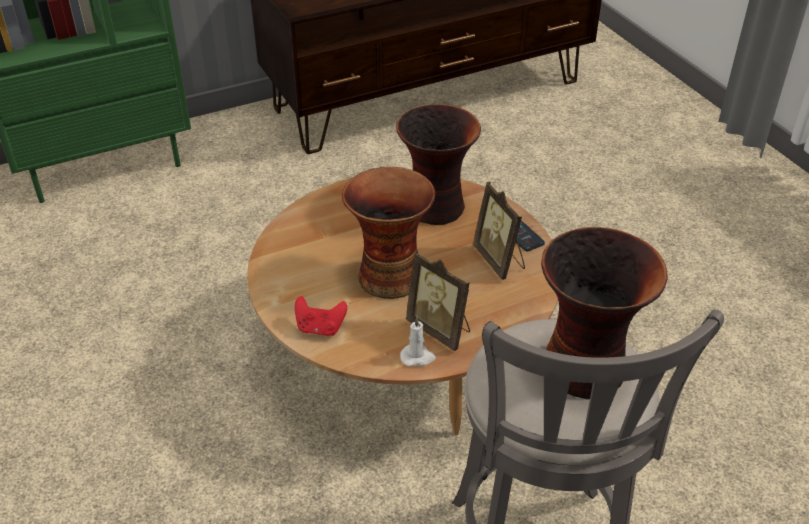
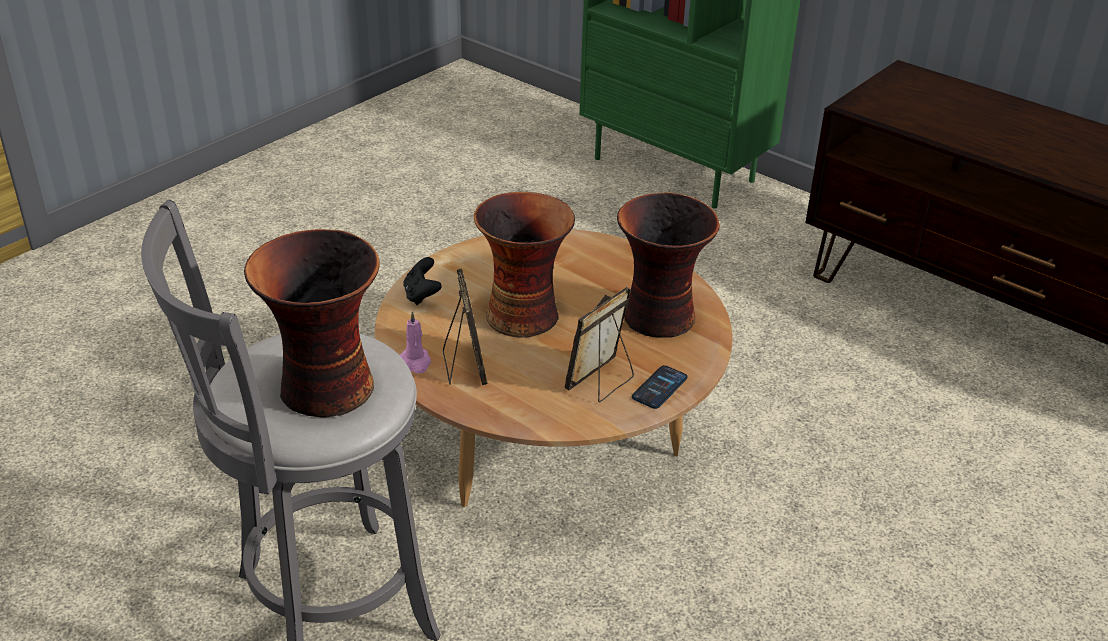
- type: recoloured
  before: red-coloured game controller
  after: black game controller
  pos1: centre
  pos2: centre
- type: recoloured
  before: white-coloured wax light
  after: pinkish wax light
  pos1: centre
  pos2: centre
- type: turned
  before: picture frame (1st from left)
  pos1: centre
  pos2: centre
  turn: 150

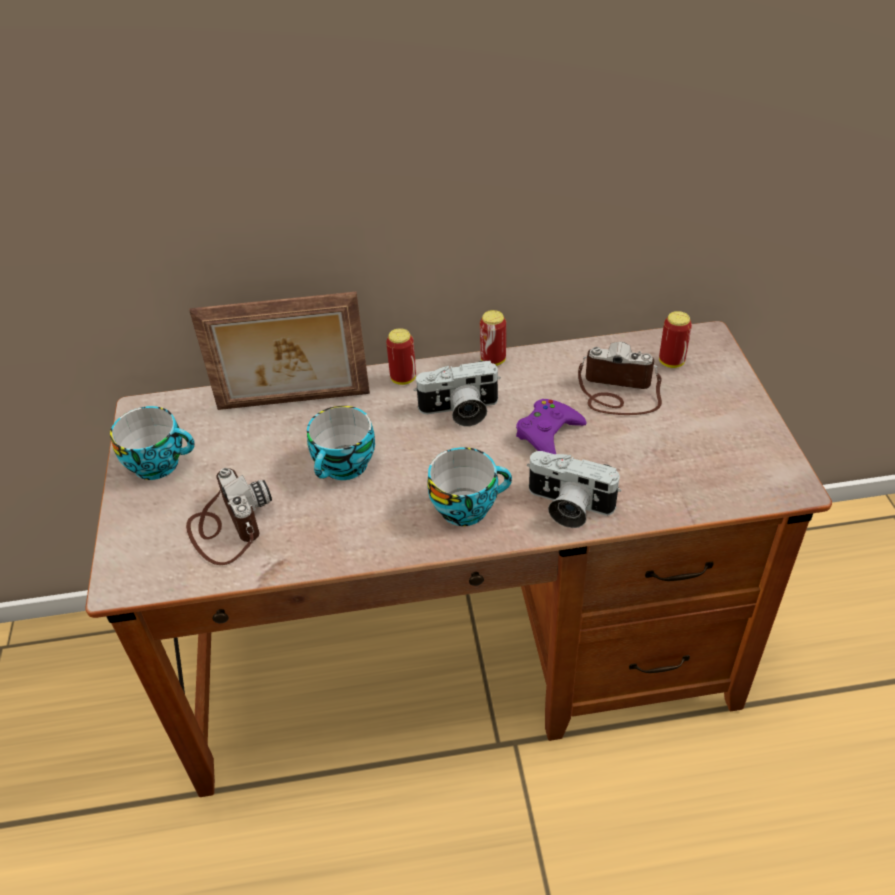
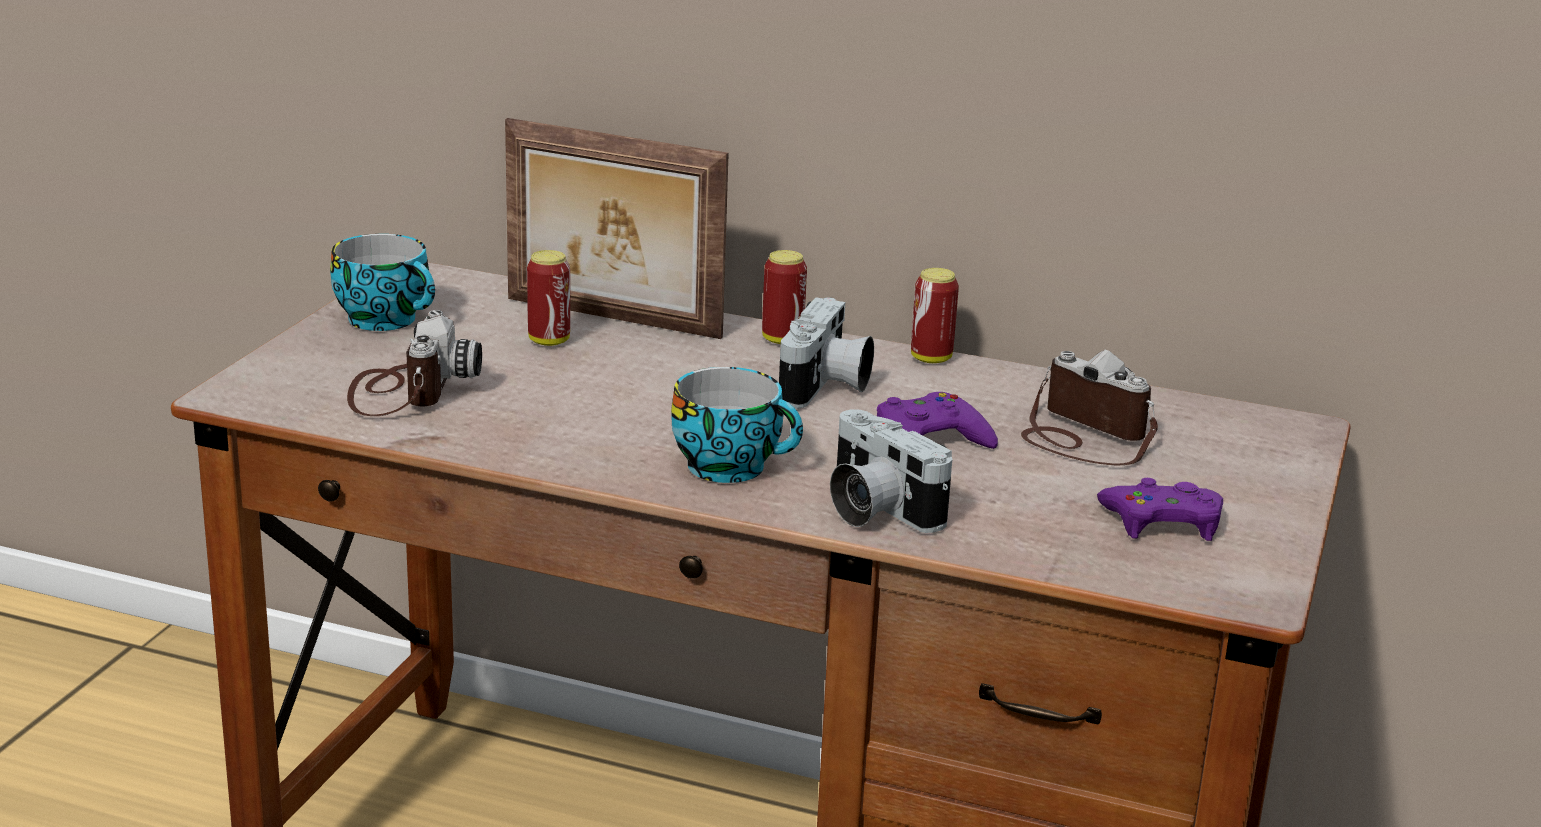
- type: removed
  before: small cup (2nd from left)
  pos1: centre
- type: turned
  before: still camera (2nd from left)
  pos1: centre
  pos2: centre
  turn: -90
- type: moved
  before: sealed can (3rd from left in the first image)
  after: sealed can (1st from left)
  pos1: middle right
  pos2: centre
- type: added
  after: purplish game controller (2nd from left)
  pos2: middle right

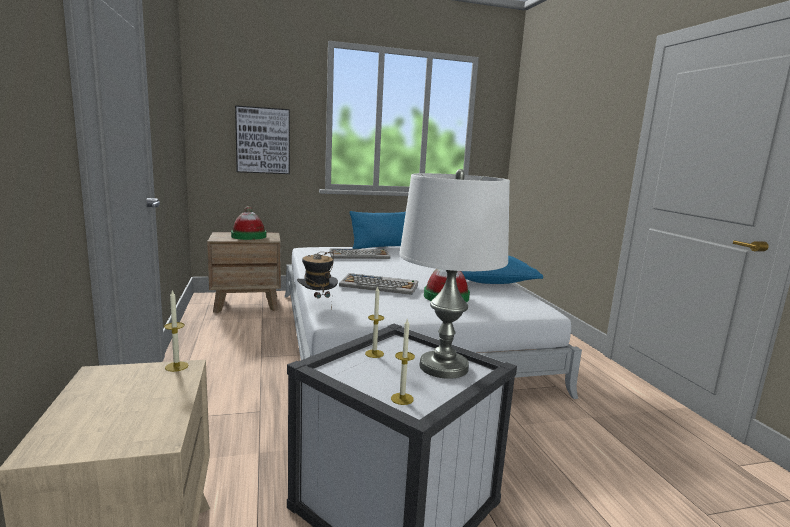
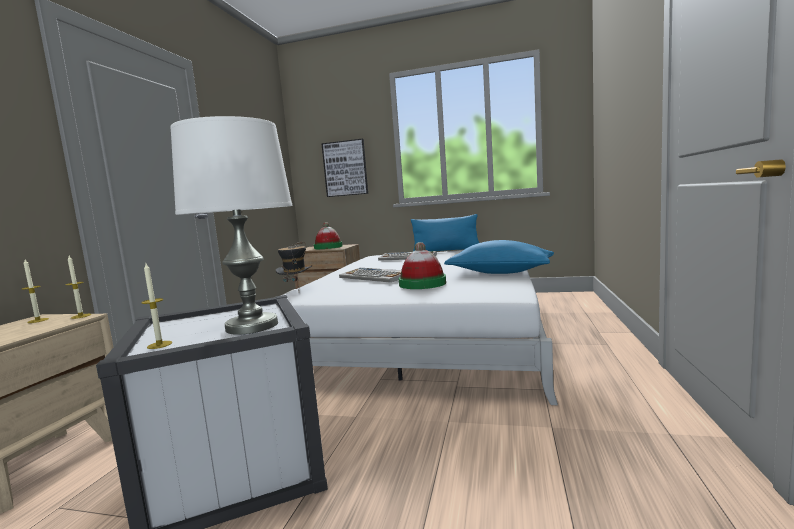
- type: moved
  before: wax light (2nd from left in the first image)
  after: wax light (1st from left)
  pos1: centre
  pos2: middle left

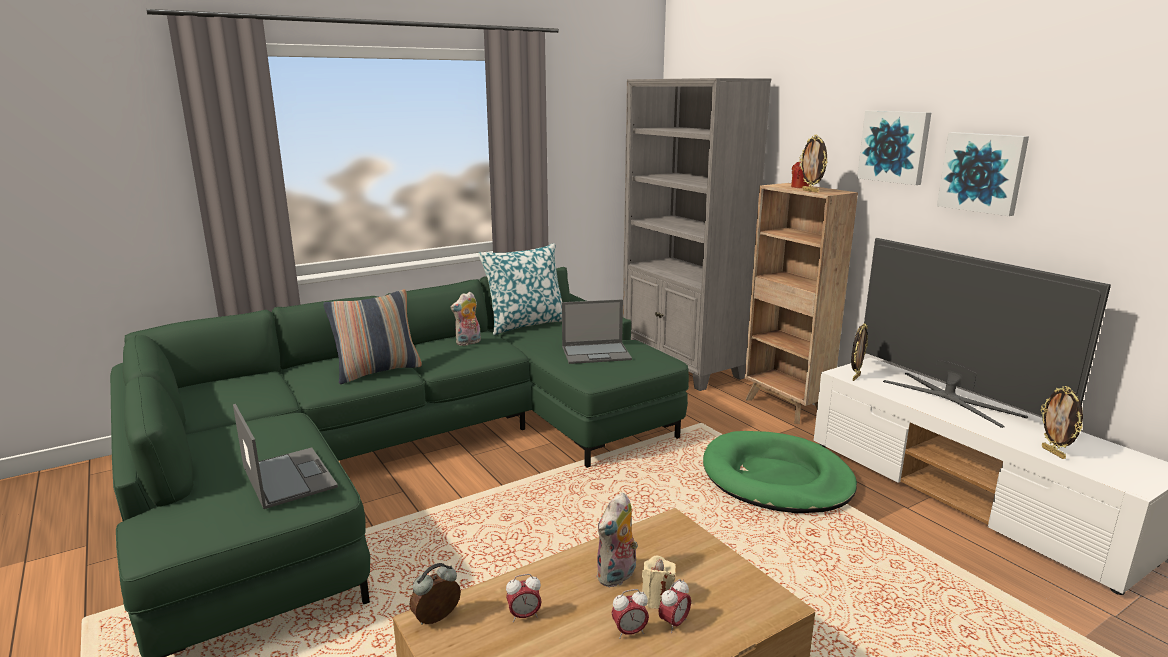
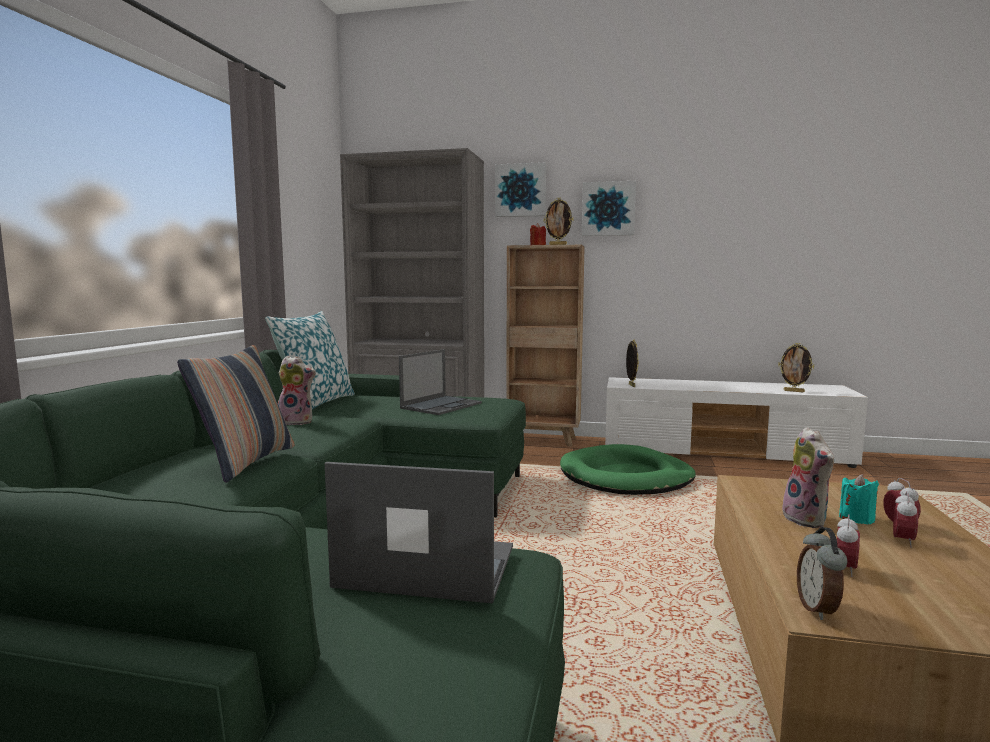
- type: turned
  before: plush toy (1st from left)
  pos1: centre
  pos2: middle left
  turn: -90
- type: recoloured
  before: sand-coloured wax light
  after: turquoise-coloured wax light
  pos1: bottom centre
  pos2: bottom right
- type: removed
  before: TV set
  pos1: middle right
- type: moved
  before: picture (2nd from left in the first image)
  after: picture (1st from left)
  pos1: top right
  pos2: top centre

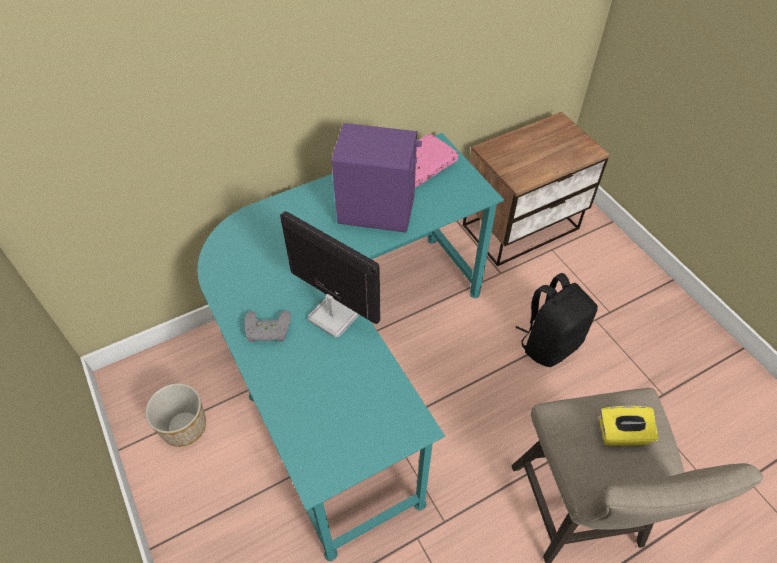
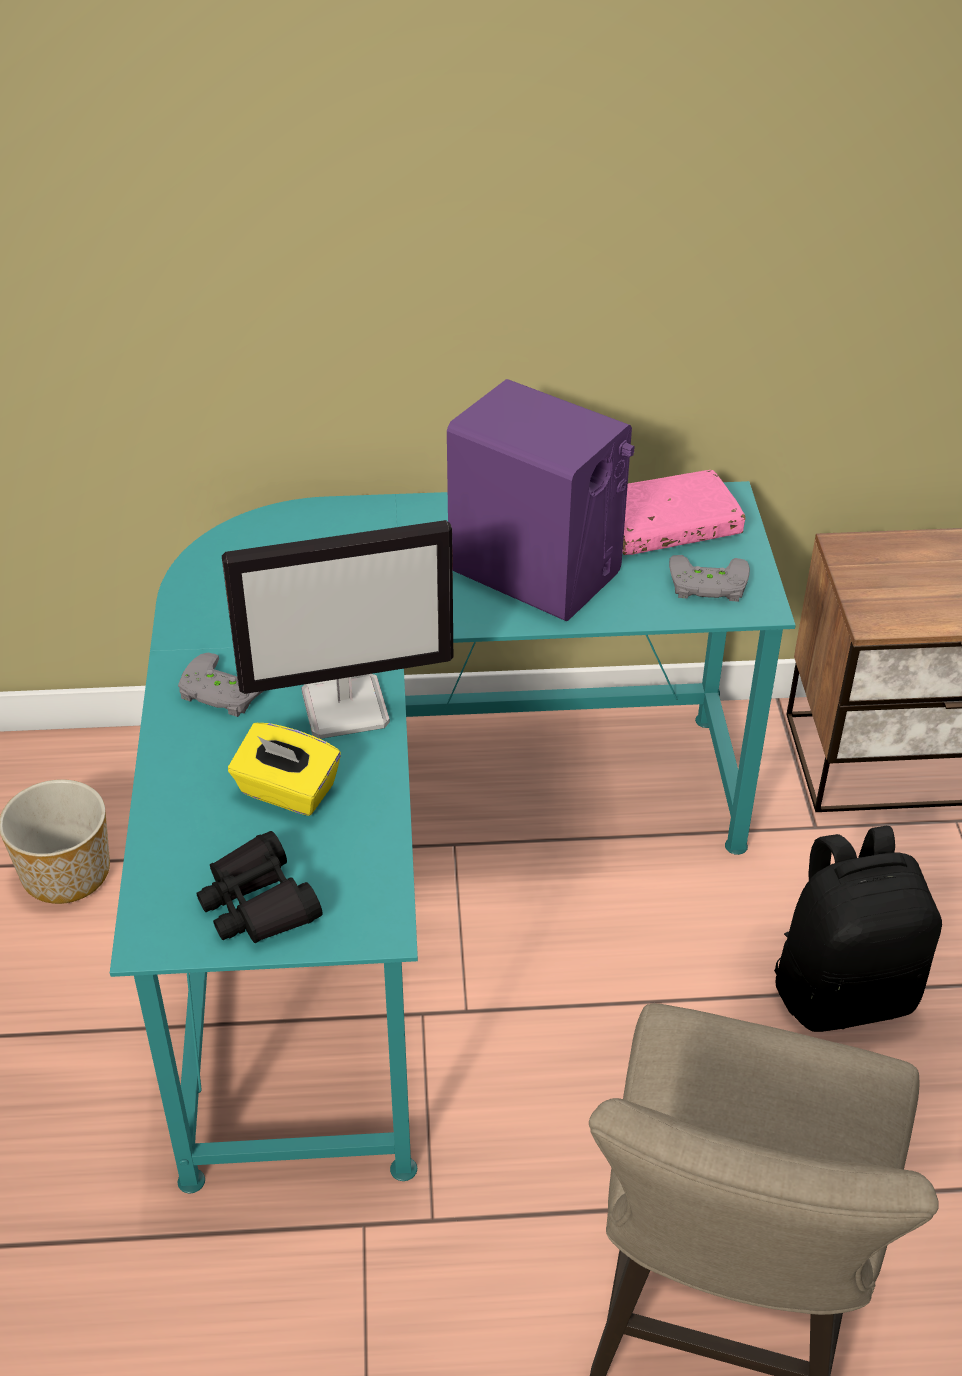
- type: turned
  before: monitor
  pos1: centre
  pos2: centre
  turn: 105
- type: moved
  before: yellowish tissue box
  pos1: bottom right
  pos2: middle left
- type: added
  after: black field glasses
  pos2: middle left
- type: added
  after: gray game controller (2nd from left)
  pos2: middle right

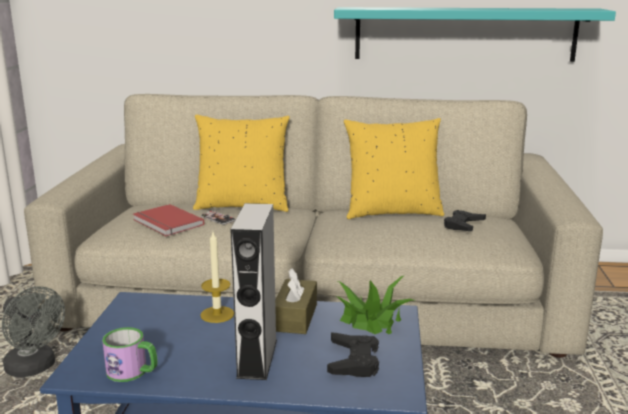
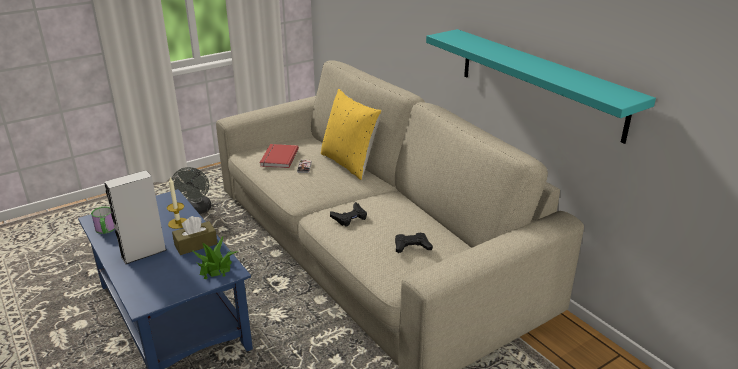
- type: moved
  before: black game controller (1st from left)
  pos1: bottom centre
  pos2: centre
- type: removed
  before: yellowish cushion (2nd from left)
  pos1: centre

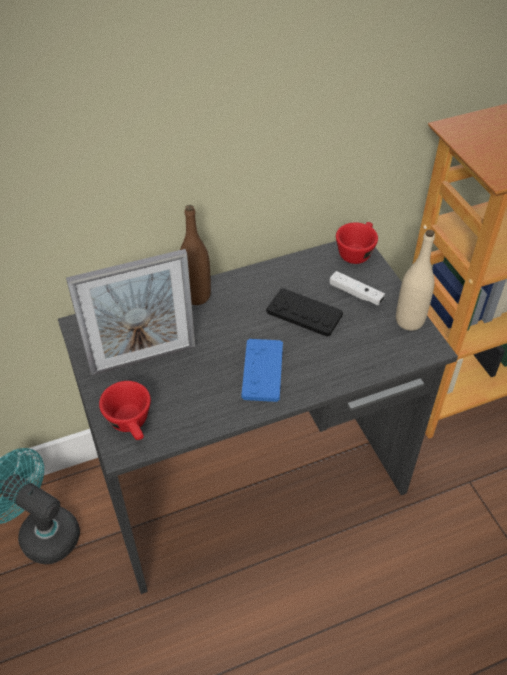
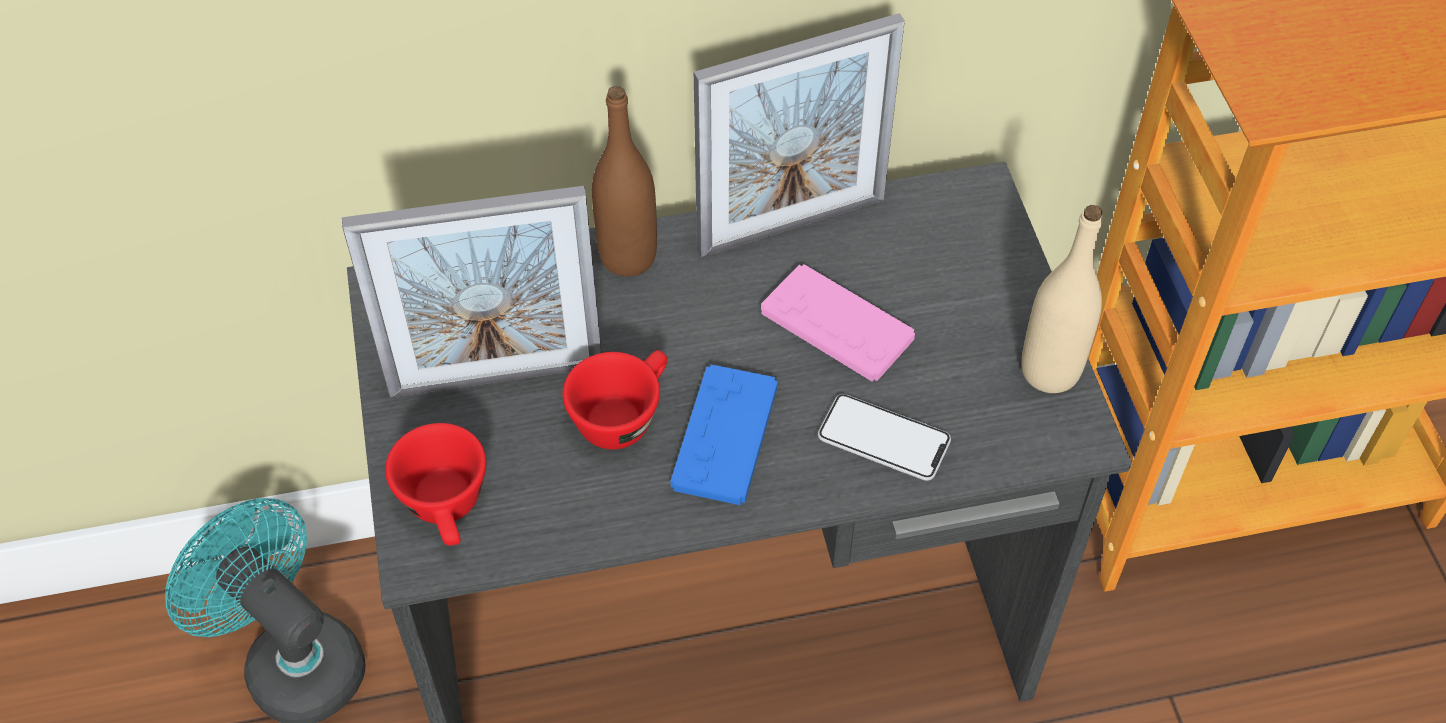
- type: recoloured
  before: black game controller
  after: pinkish game controller
  pos1: centre
  pos2: centre
- type: removed
  before: white-coloured game controller
  pos1: middle right
- type: moved
  before: red-coloured small cup (2nd from left)
  pos1: middle right
  pos2: centre
- type: added
  after: picture frame (2nd from left)
  pos2: top centre
- type: added
  after: telephone
  pos2: centre

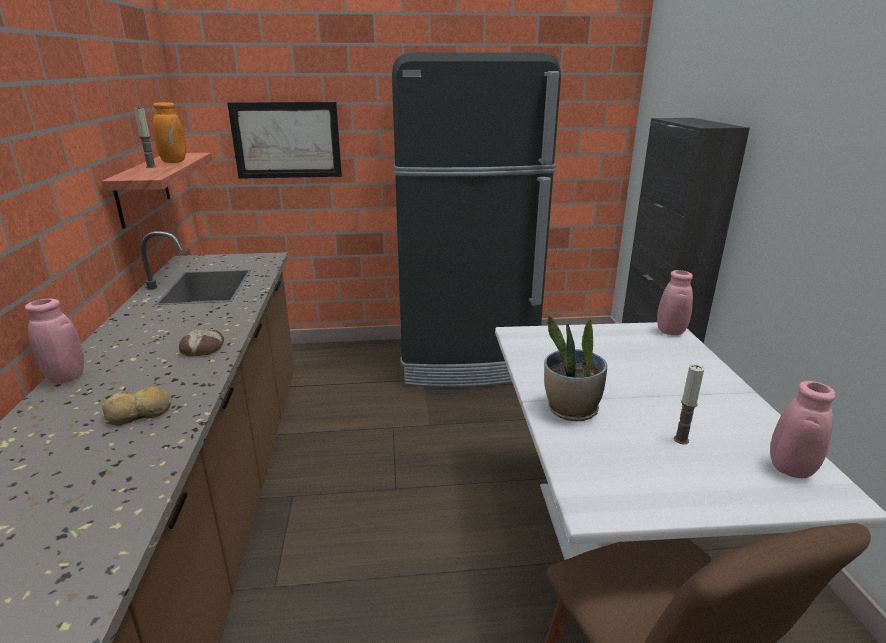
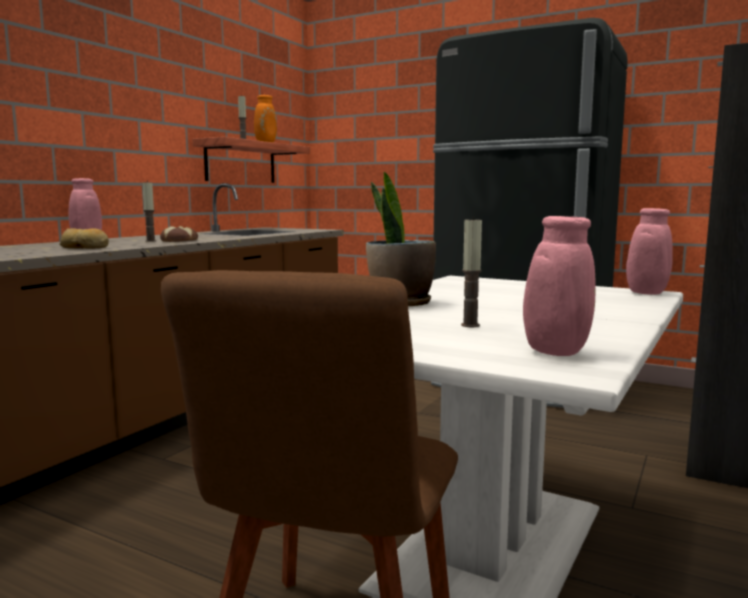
- type: removed
  before: picture
  pos1: top left
- type: added
  after: wax light (1st from left)
  pos2: middle left

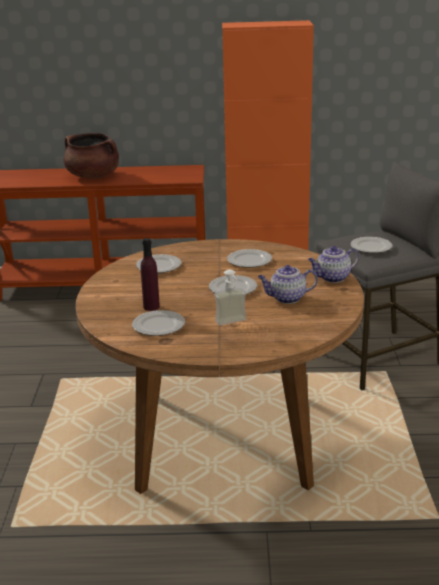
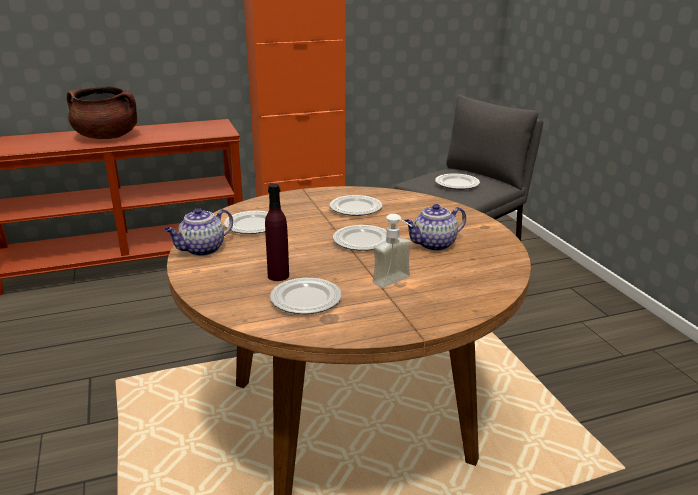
- type: moved
  before: teapot (2nd from left in the first image)
  after: teapot (1st from left)
  pos1: middle right
  pos2: middle left

